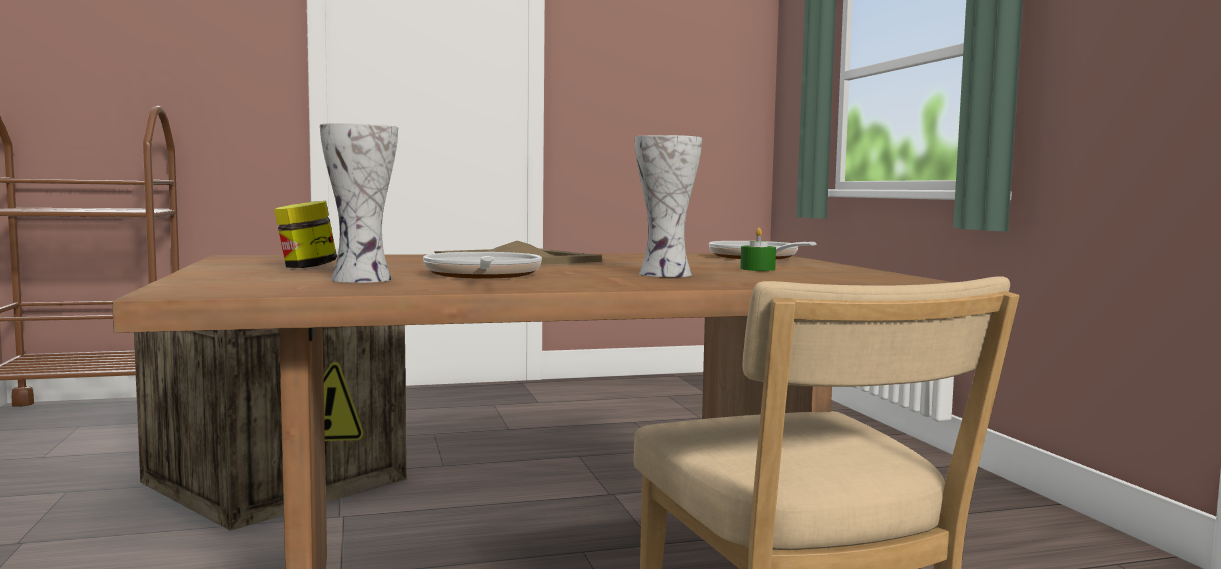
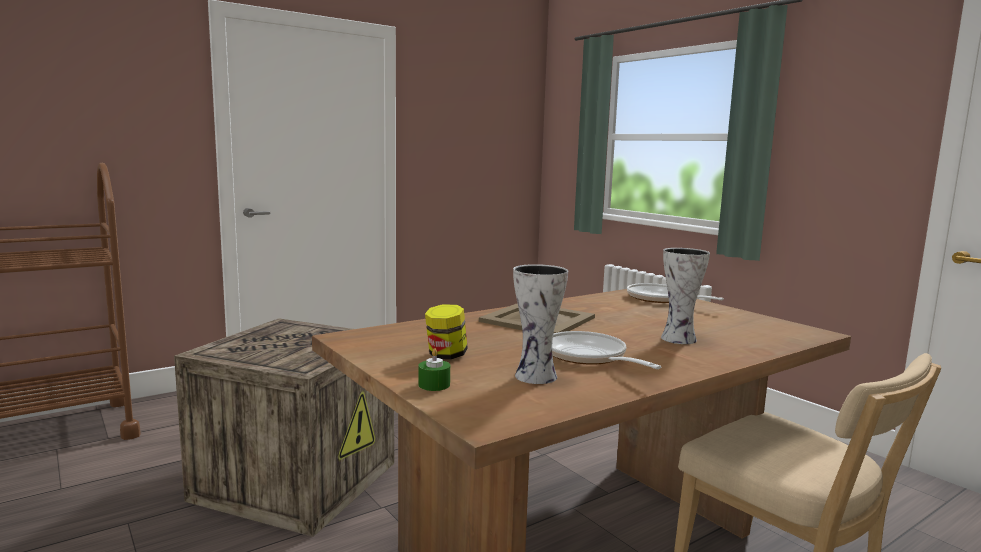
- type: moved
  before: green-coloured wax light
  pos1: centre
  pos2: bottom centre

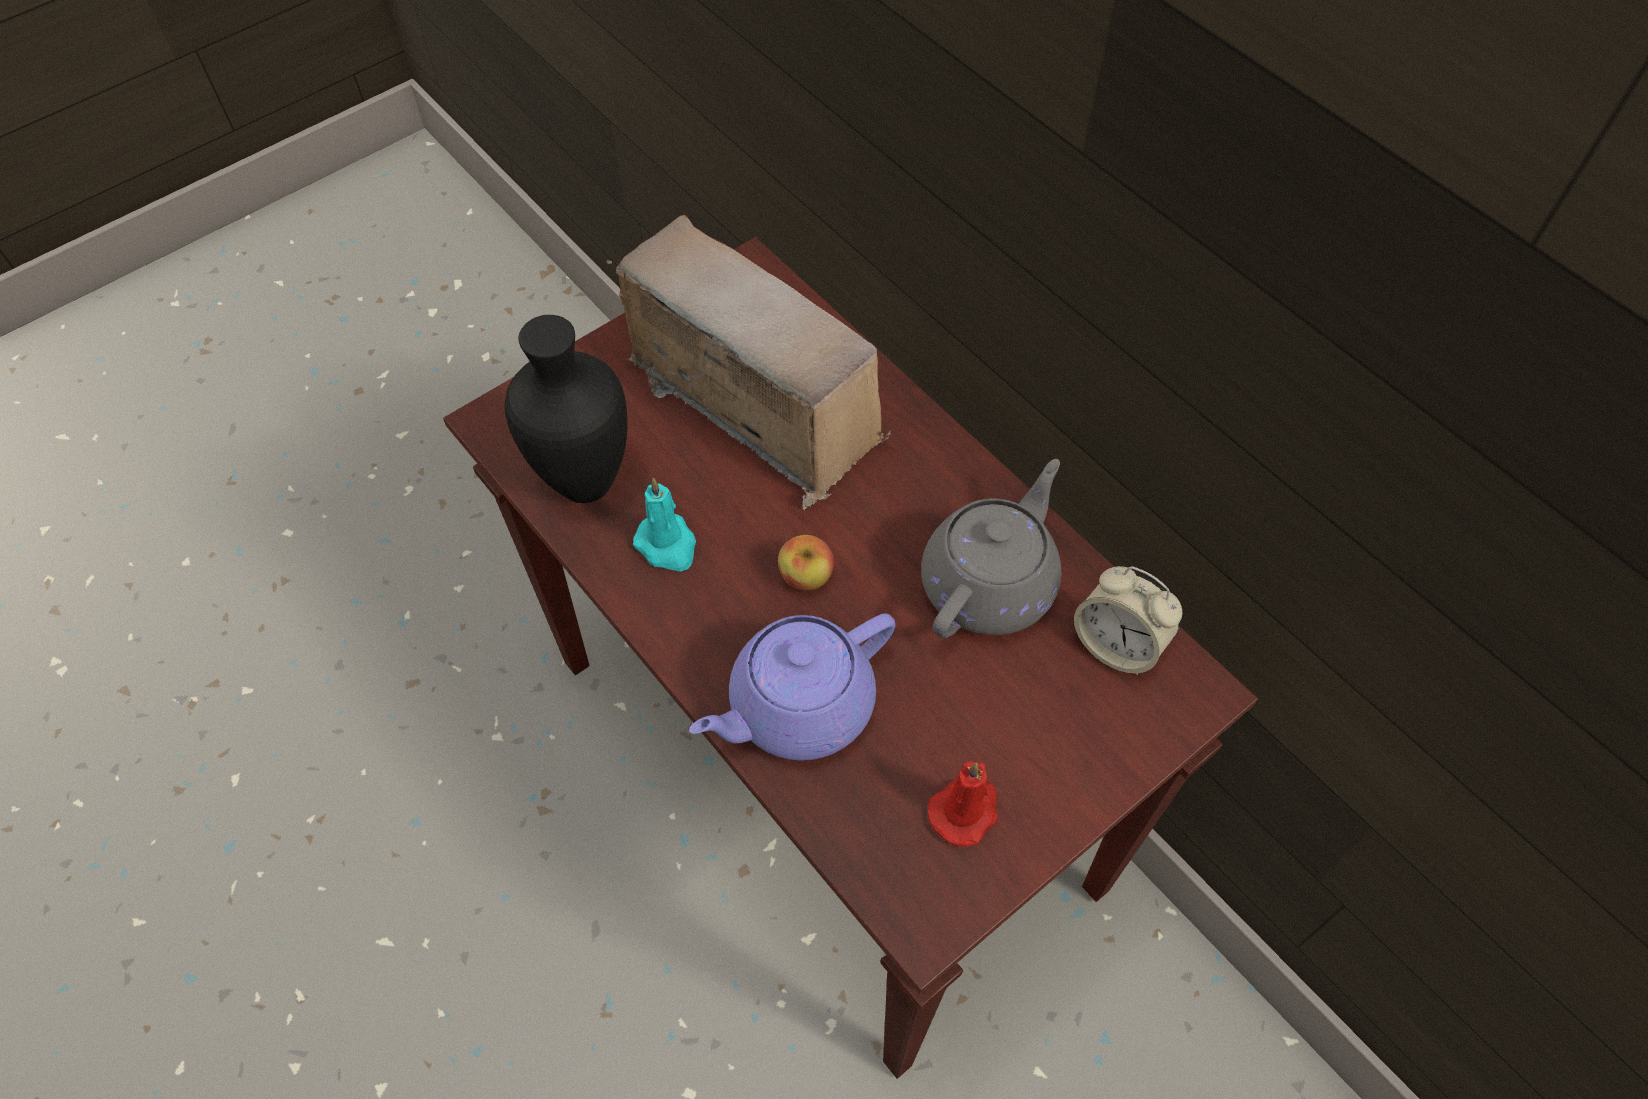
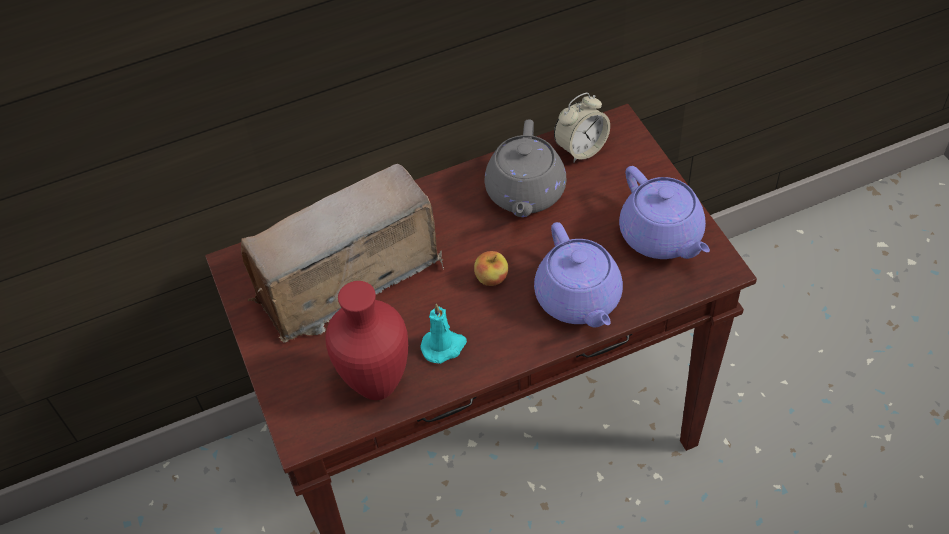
- type: recoloured
  before: black decorative vase
  after: red-coloured decorative vase
  pos1: centre
  pos2: centre
- type: turned
  before: gray teapot
  pos1: centre
  pos2: top centre
  turn: -135
- type: replaced
  before: red-coloured wax light
  after: purplish teapot (2nd from left)
  pos1: bottom centre
  pos2: middle right

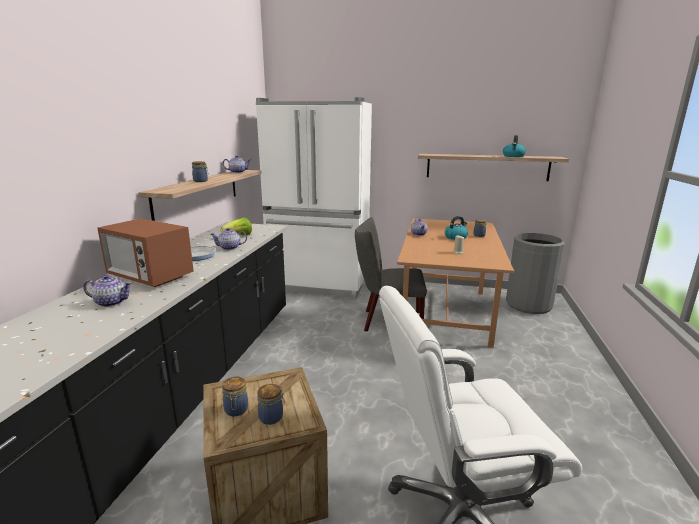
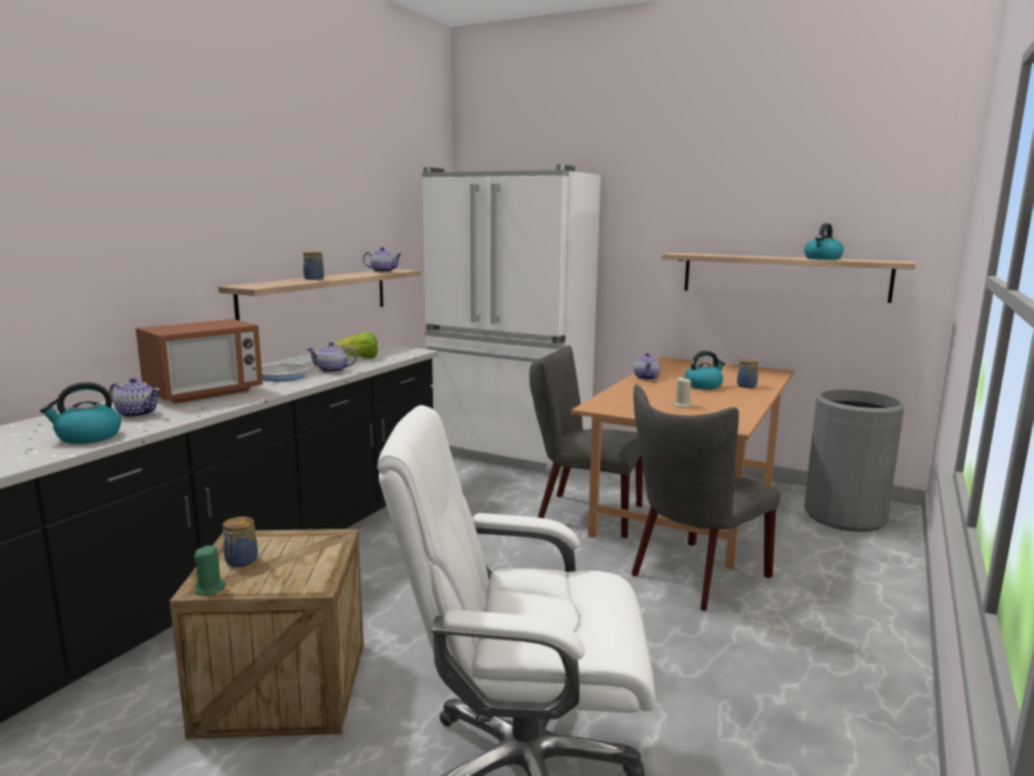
- type: turned
  before: kitchen microwave
  pos1: middle left
  pos2: middle left
  turn: -90
- type: removed
  before: jar (3rd from left)
  pos1: bottom centre
- type: added
  after: tea kettle (1st from left)
  pos2: middle left
- type: added
  after: green-coloured wax light
  pos2: bottom left
- type: added
  after: gray chair (2nd from left)
  pos2: middle right

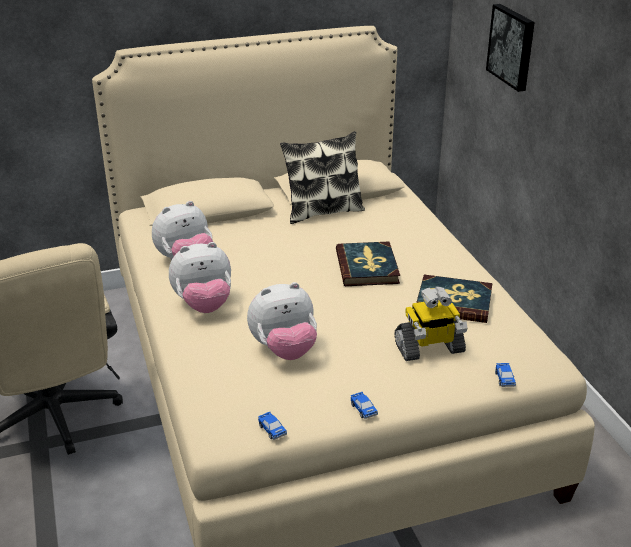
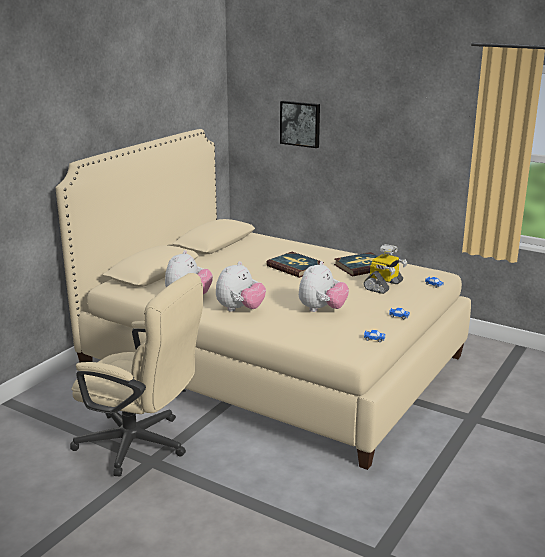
- type: removed
  before: cushion
  pos1: top centre

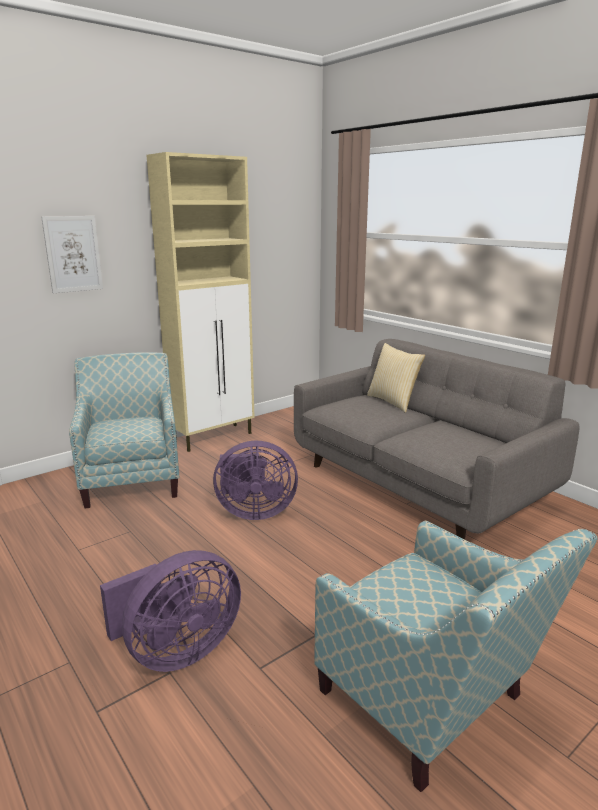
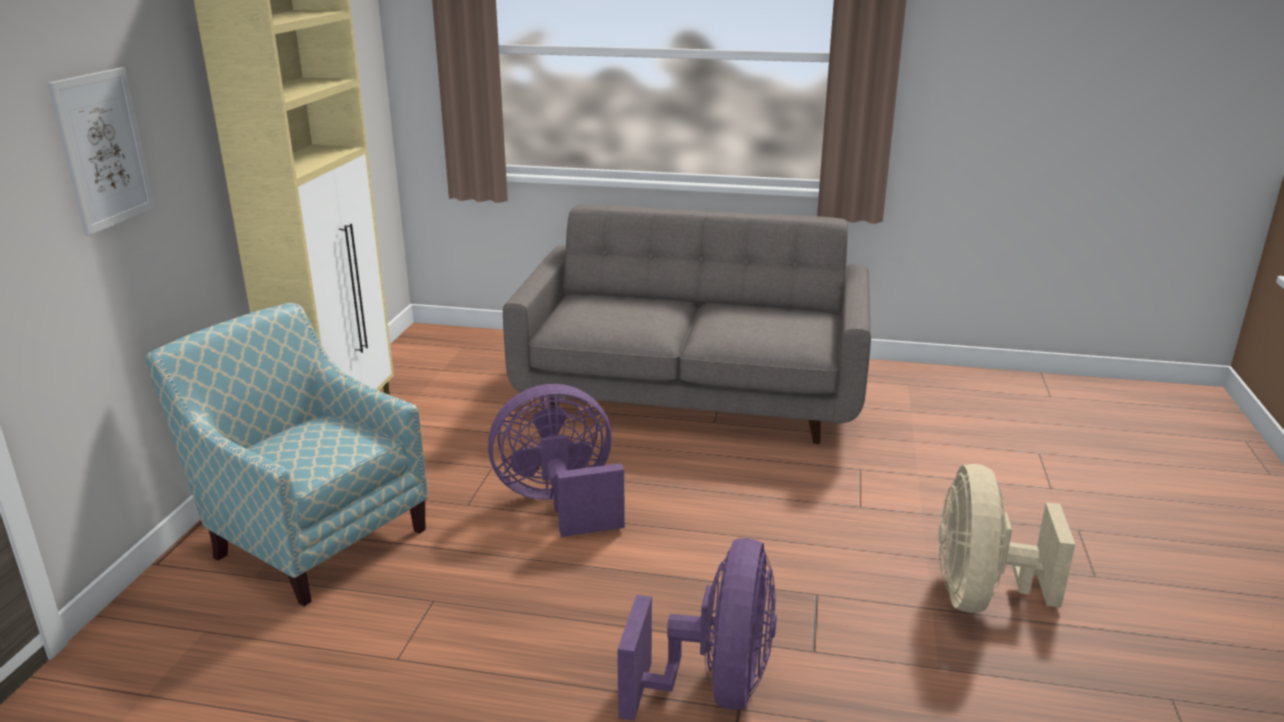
- type: turned
  before: purplish fan (2nd from left in the first image)
  pos1: centre
  pos2: centre
  turn: -150
- type: replaced
  before: easy chair (2nd from left)
  after: sand-coloured fan
  pos1: bottom right
  pos2: bottom right
- type: removed
  before: cushion
  pos1: centre

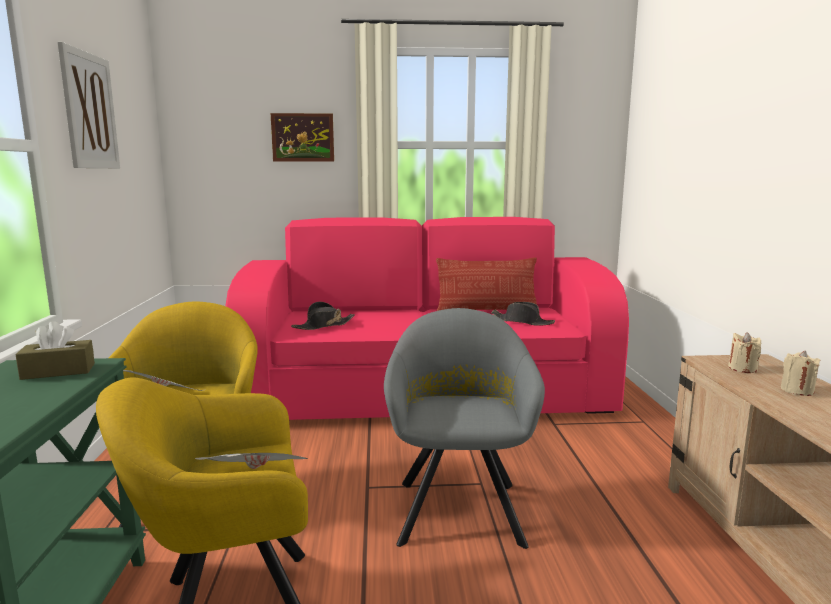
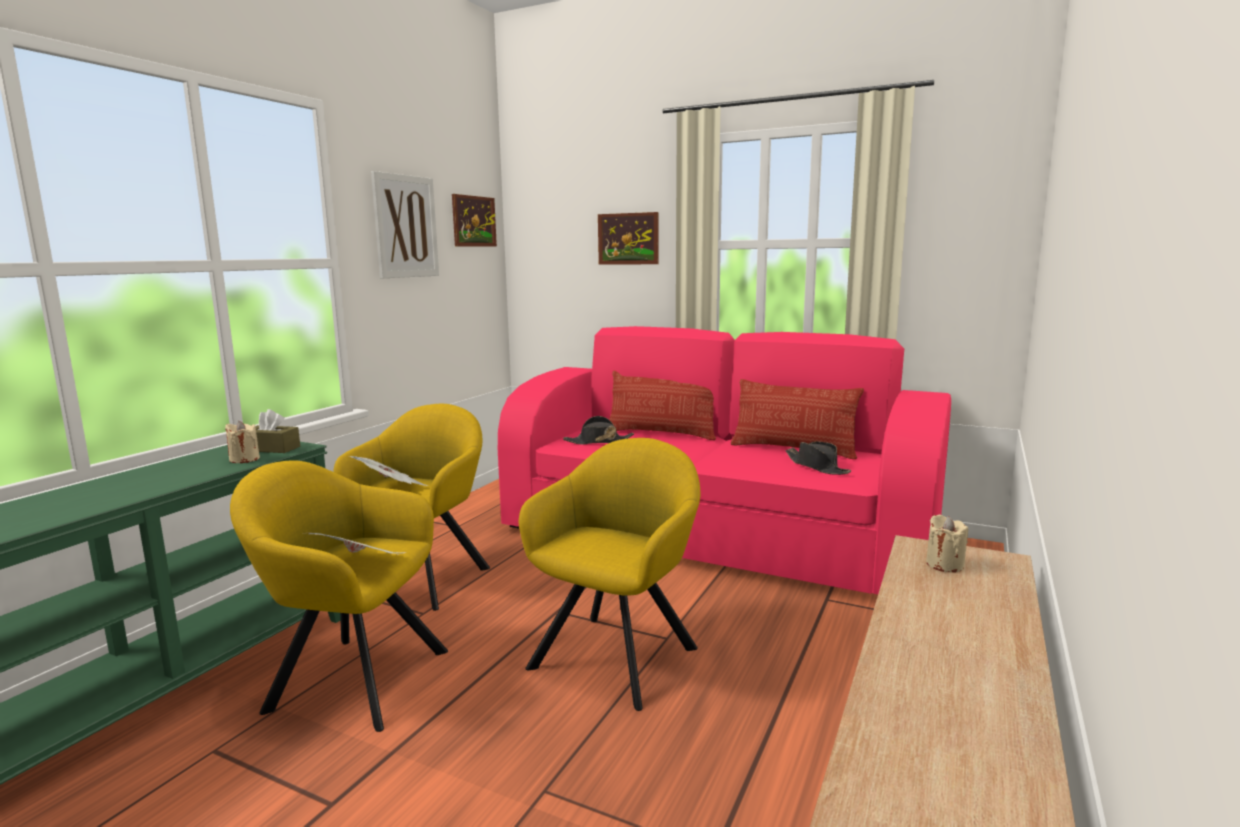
- type: recoloured
  before: gray easy chair
  after: yellowish easy chair (3rd from left)
  pos1: bottom centre
  pos2: bottom centre
- type: moved
  before: sand-coloured wax light (2nd from left in the first image)
  after: sand-coloured wax light (1st from left)
  pos1: middle right
  pos2: middle left
- type: added
  after: picture (2nd from left)
  pos2: top centre
- type: added
  after: cushion (1st from left)
  pos2: centre

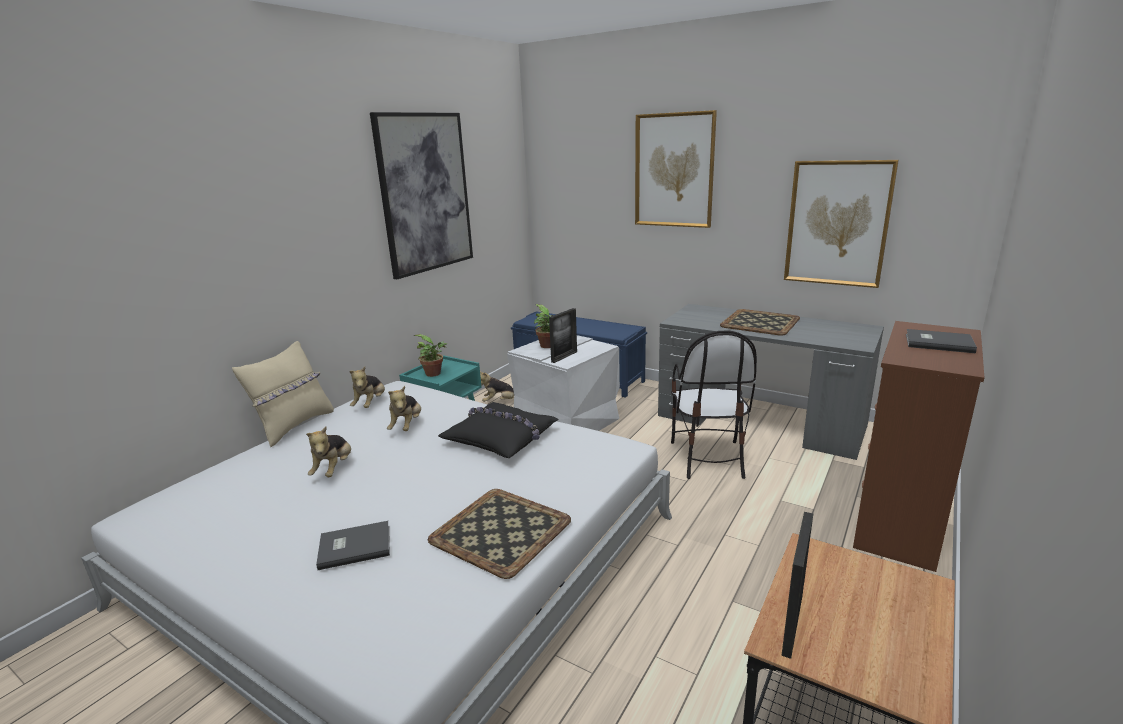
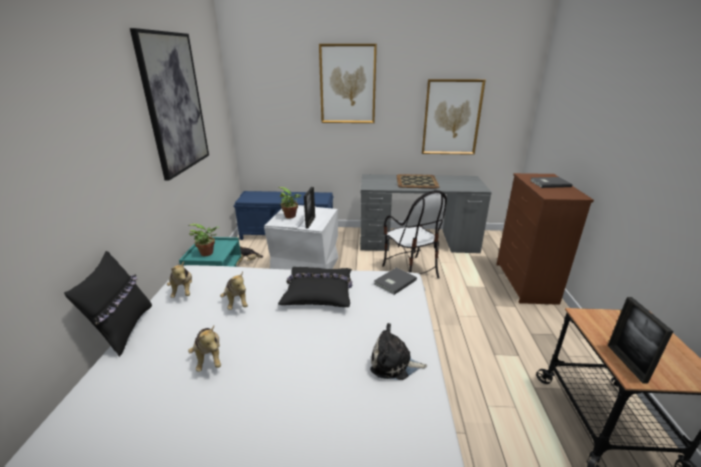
- type: recoloured
  before: sand-coloured cushion
  after: black cushion (1st from left)
  pos1: middle left
  pos2: middle left
- type: moved
  before: gray volume (1st from left)
  pos1: bottom left
  pos2: centre
- type: replaced
  before: carrying tray (1st from left)
  after: plush toy (5th from left)
  pos1: bottom centre
  pos2: bottom centre

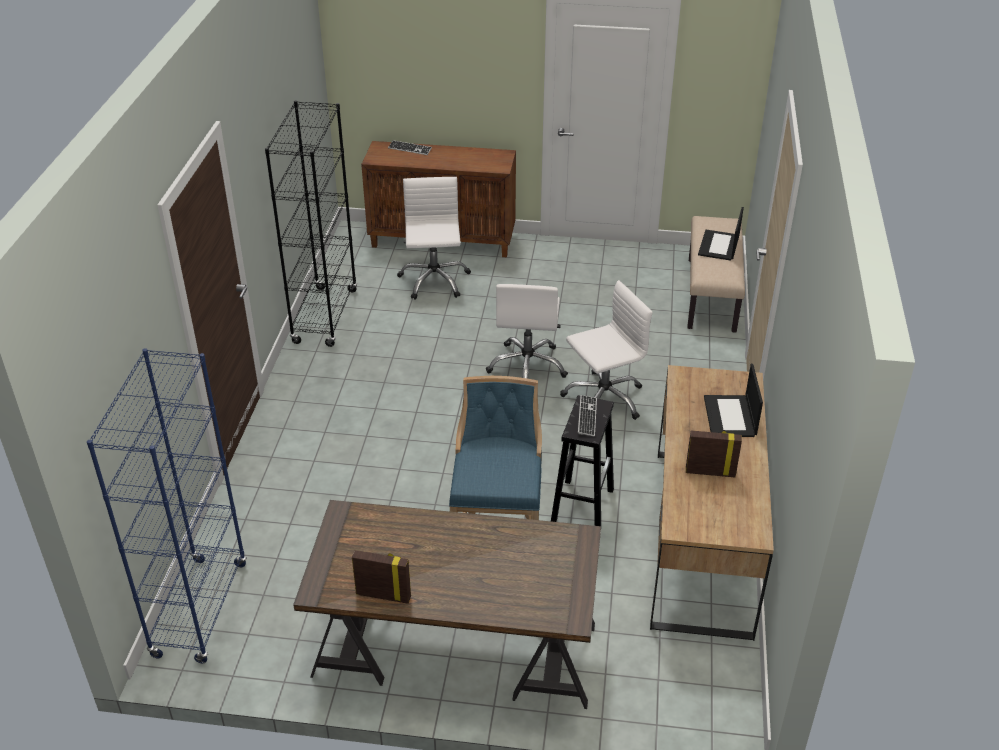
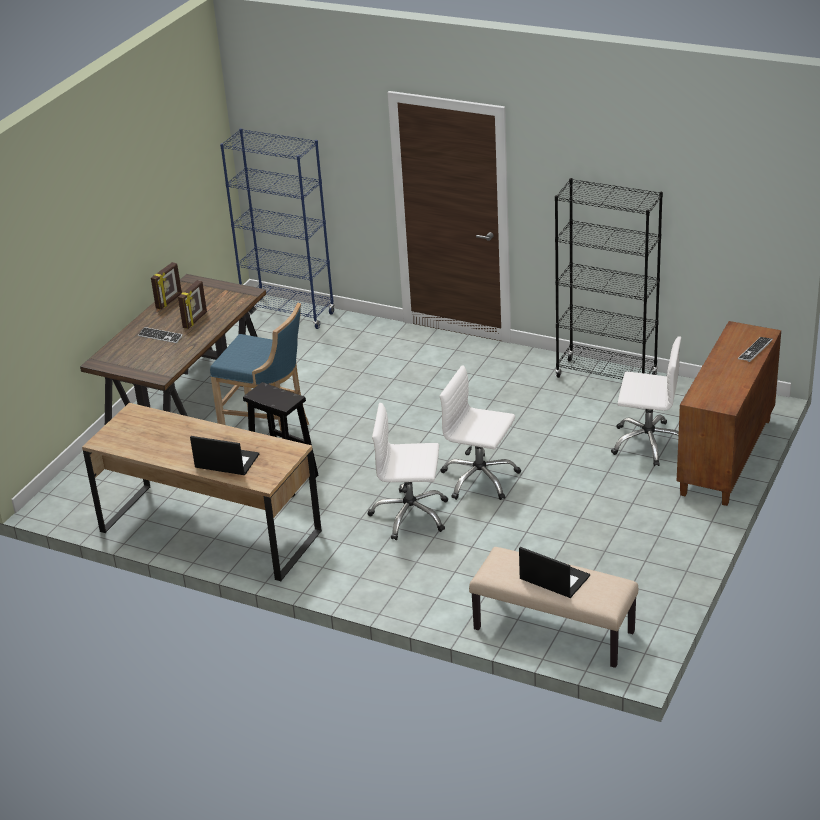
- type: turned
  before: white-coloured desk chair (3rd from left in the first image)
  pos1: centre
  pos2: centre
  turn: 105
- type: moved
  before: PC keyboard (2nd from left in the first image)
  after: PC keyboard (1st from left)
  pos1: centre
  pos2: middle left
- type: moved
  before: picture frame (2nd from left)
  pos1: middle right
  pos2: middle left

